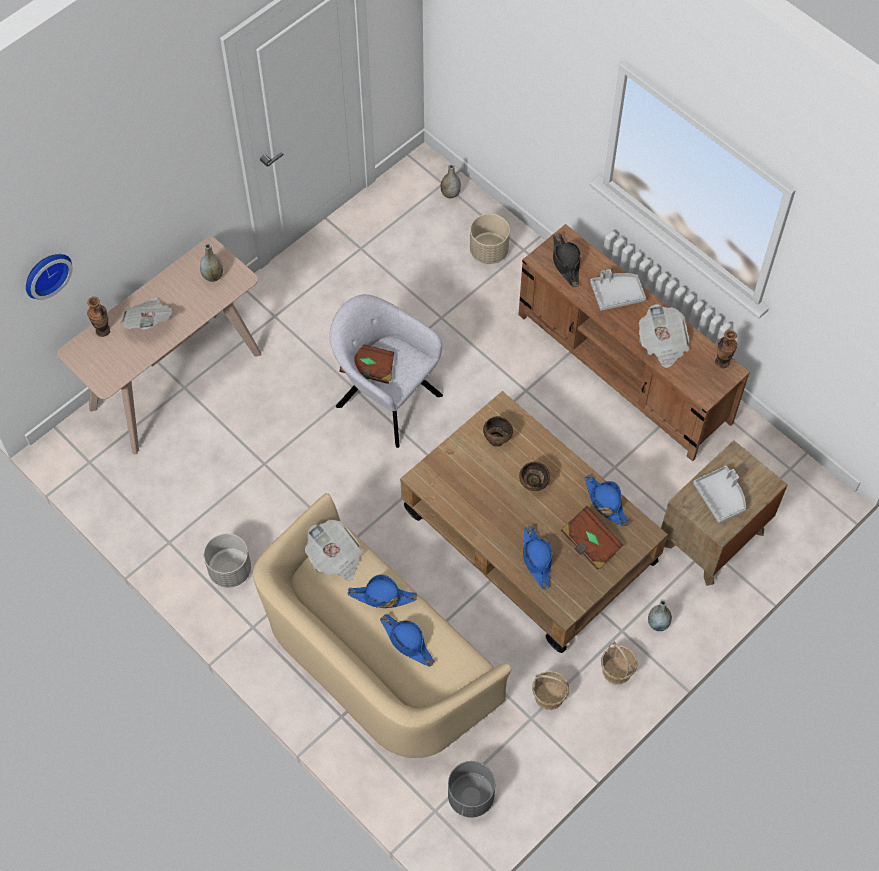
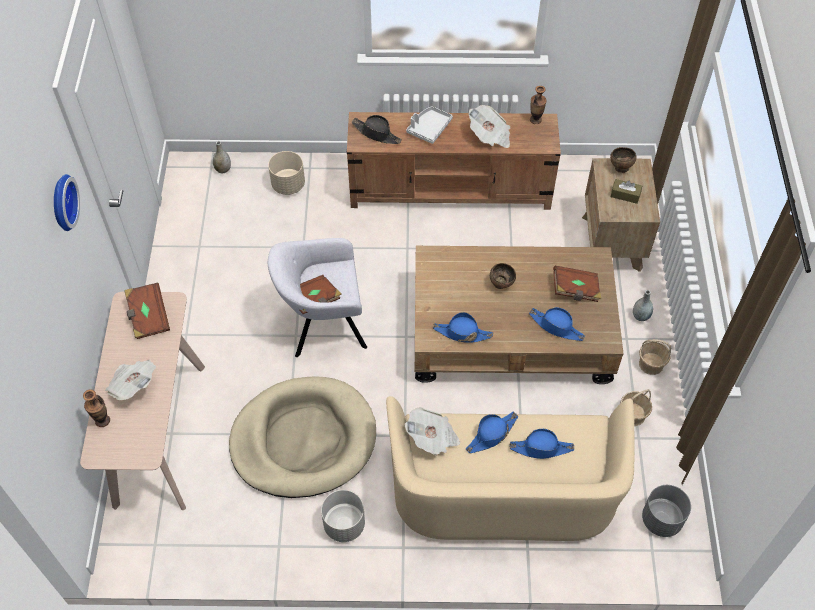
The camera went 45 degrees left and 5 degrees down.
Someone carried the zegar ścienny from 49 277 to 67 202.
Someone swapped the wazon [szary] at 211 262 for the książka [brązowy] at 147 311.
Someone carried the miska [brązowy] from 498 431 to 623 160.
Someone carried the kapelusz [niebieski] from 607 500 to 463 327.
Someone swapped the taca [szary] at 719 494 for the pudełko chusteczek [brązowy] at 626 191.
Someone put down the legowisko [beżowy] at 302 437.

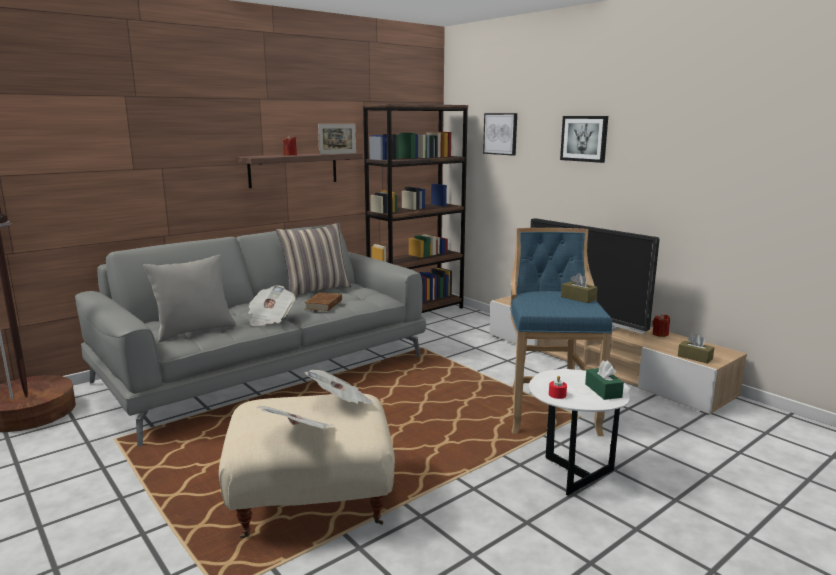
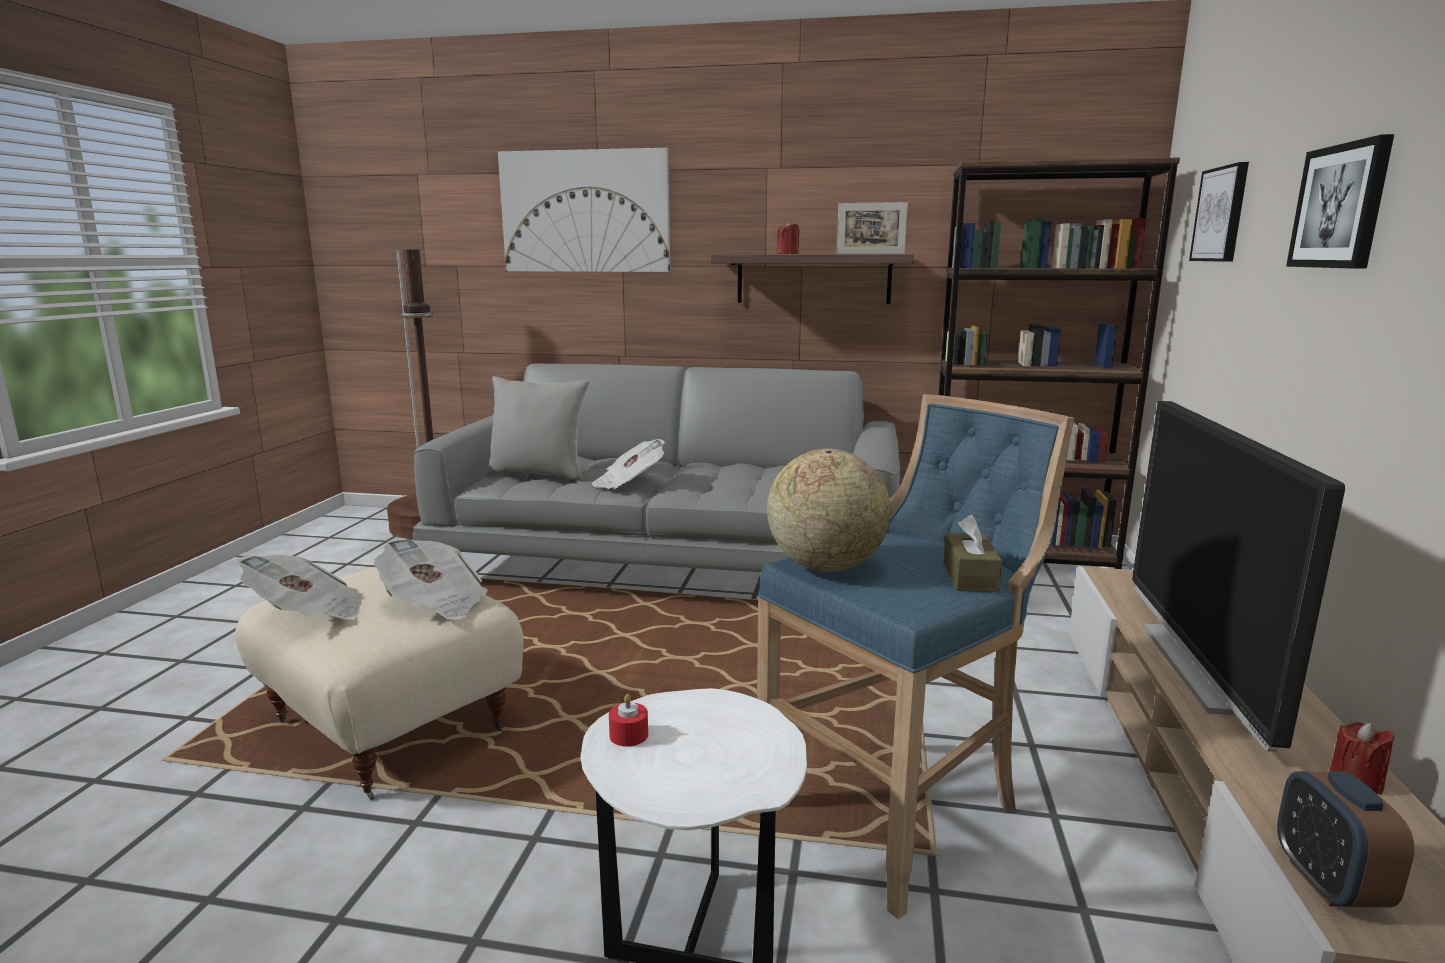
The camera went 50 degrees right and 0 degrees up.
Someone took away the poduszka at 313 259.
Someone took away the książka [brązowy] at 323 301.
Someone took away the pudełko chusteczek [zielony] at 604 380.
Someone swapped the pudełko chusteczek [brązowy] at 696 349 for the budzik at 1345 839.
Someone put up the obraz at 584 210.
Someone put down the globus at 829 510.

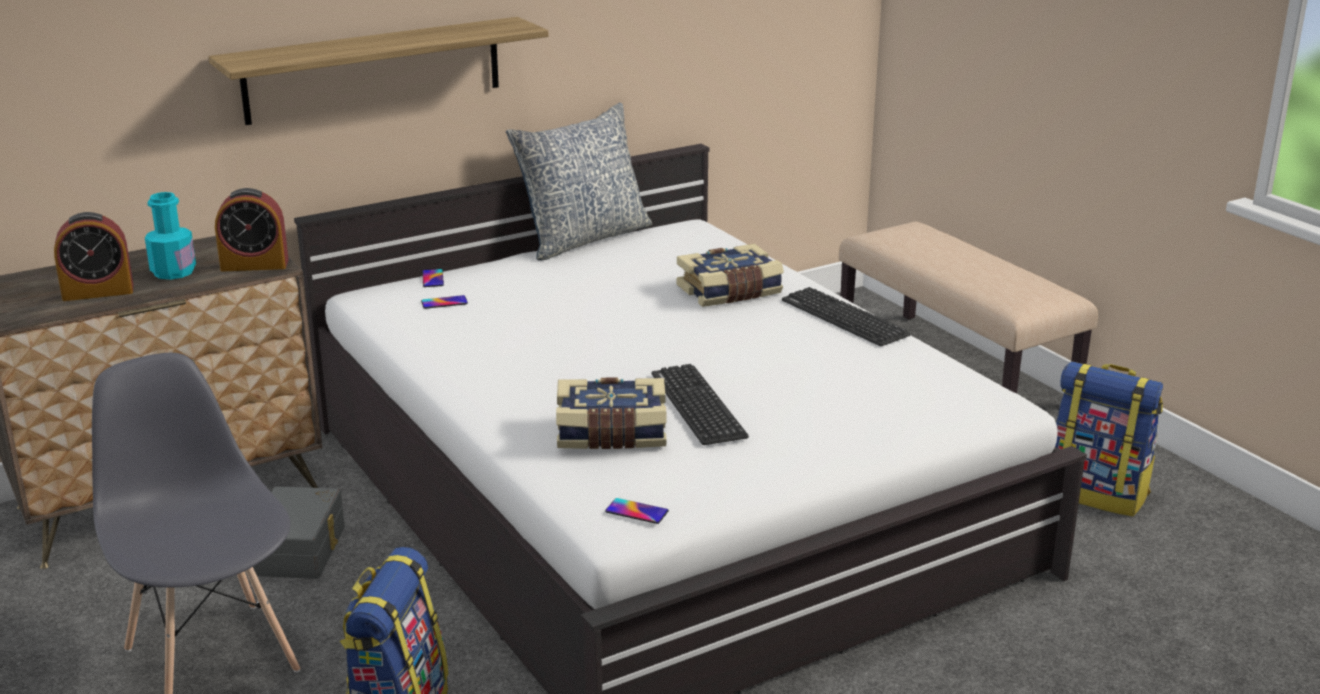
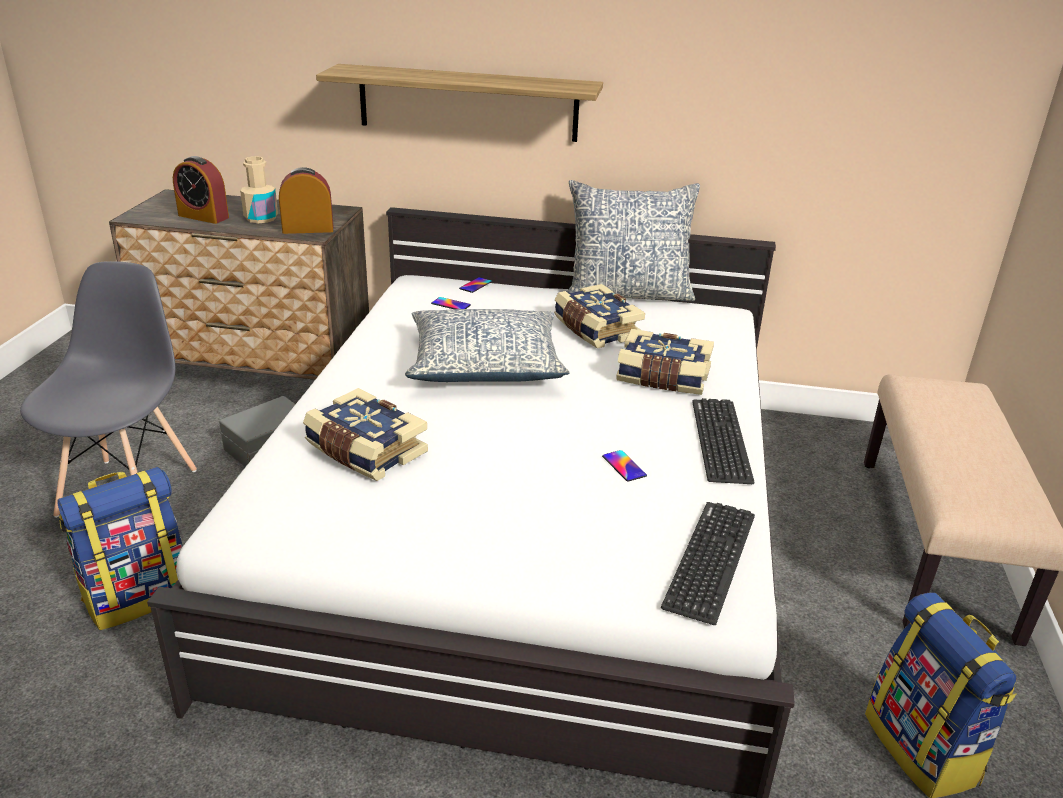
The camera went 40 degrees right and 5 degrees up.
Someone repainted the butelka [turkusowy] at 170 236, which became the butelka [beżowy] at 259 189.
Someone rotated the budzik at 252 230 by 135 degrees clockwise.
Someone carried the telefon from 637 511 to 624 466.
Someone carried the klawiatura from 700 404 to 708 563.
Someone put down the poduszka at 487 345.
Someone put down the książka at 599 316.

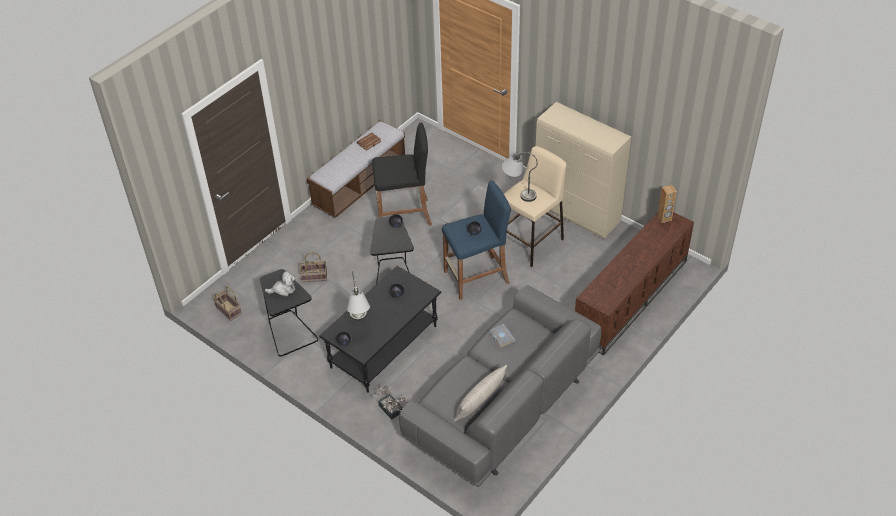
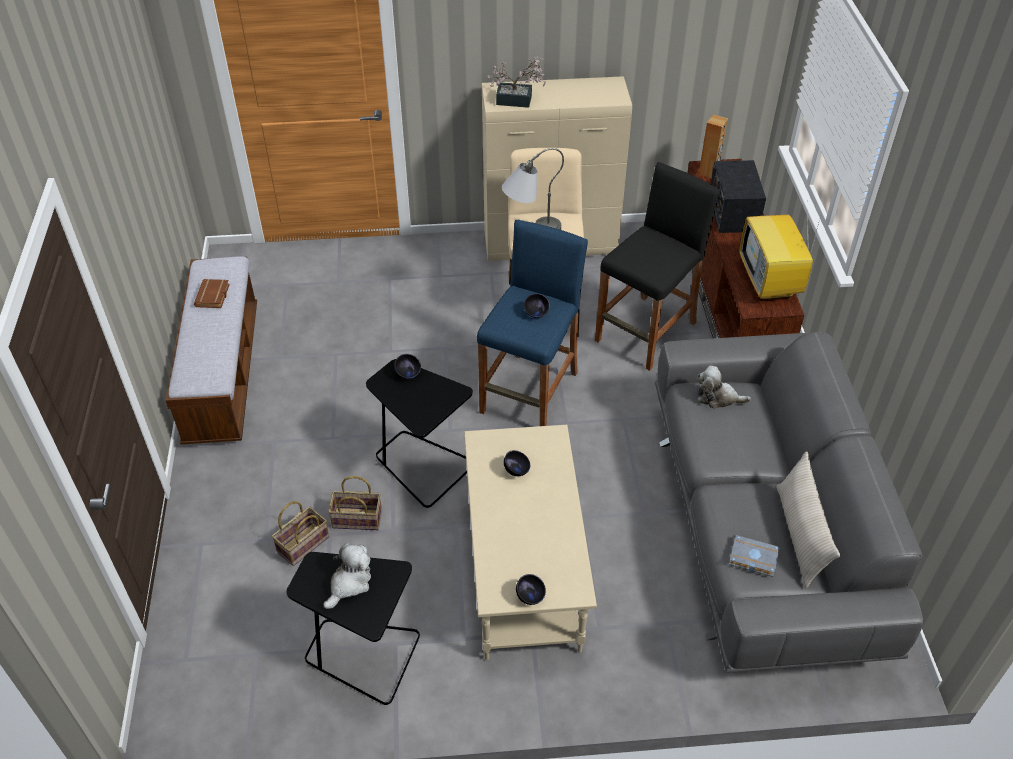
The camera went 45 degrees left and 0 degrees up.
Someone carried the koszyk from 227 303 to 355 503.
Someone repainted the ława [czarny] at 380 329, which became the ława [beżowy] at 530 542.
Someone took away the lampa stołowa [szary] at 358 296.
Someone carried the stołek [czarny] from 402 174 to 657 266.
Someone carried the roślina doniczkowa from 391 402 to 517 82.
Someone carried the książka [szary] from 502 336 to 754 556.
Someone put down the pluszak at 724 387.
Someone put down the radio at 738 196.
Someone put down the telewizor at 779 256.

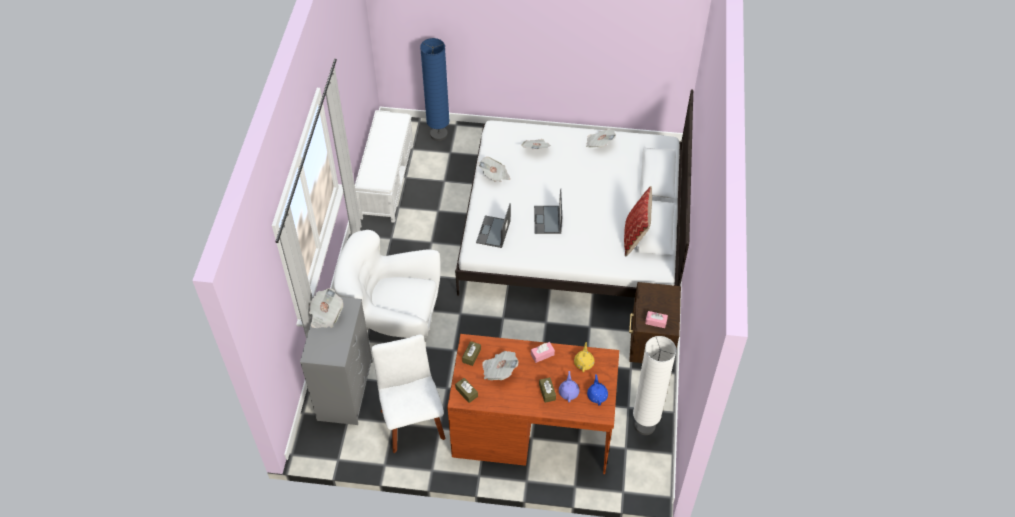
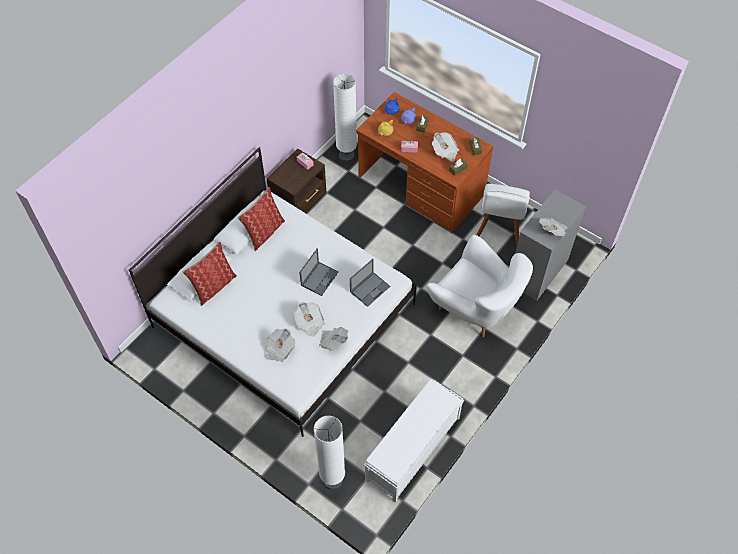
The camera went 150 degrees left and 5 degrees up.
Someone repainted the lampa stojąca [niebieski] at 435 89, which became the lampa stojąca [biały] at 329 453.
Someone carried the gazeta from 601 138 to 309 319.
Someone put down the poduszka at 210 274.

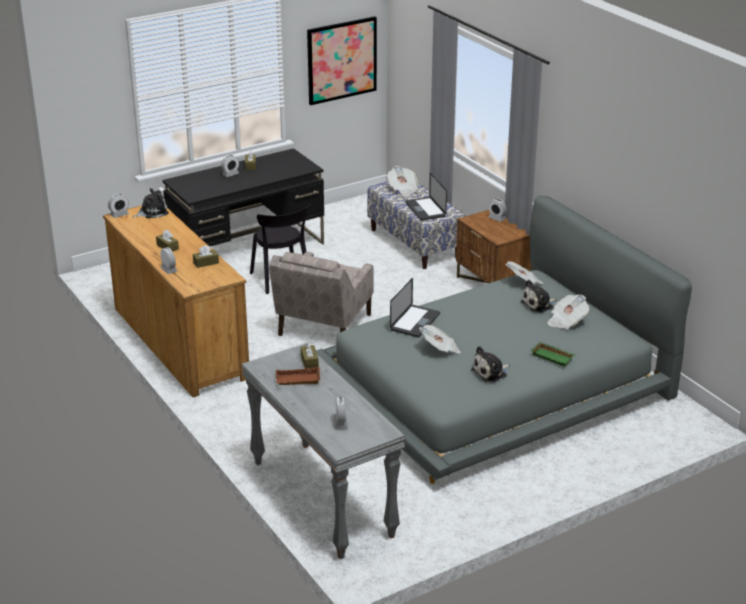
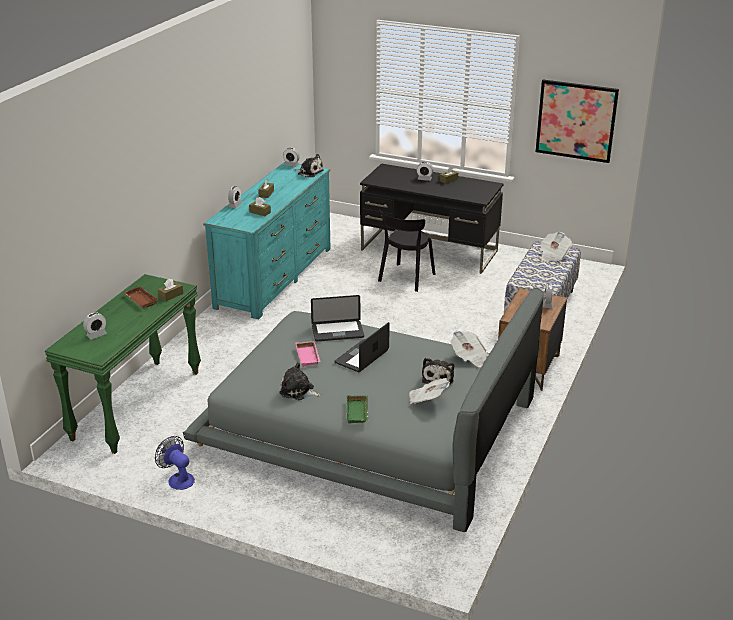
The camera went 55 degrees right and 0 degrees up.
Someone repainted the komoda [brązowy] at 176 301, which became the komoda [turkusowy] at 266 240.
Someone repainted the stolik konsolowy [szary] at 323 451, which became the stolik konsolowy [zielony] at 123 364.
Someone took away the fotel [beżowy] at 321 294.
Someone carried the laptop from 426 197 to 362 347.
Someone swapped the gazeta at 440 339 for the taca [różowy] at 307 354.
Someone rotated the pluszak at 538 296 by 105 degrees counterclockwise.
Someone put down the wentylator at 175 463.

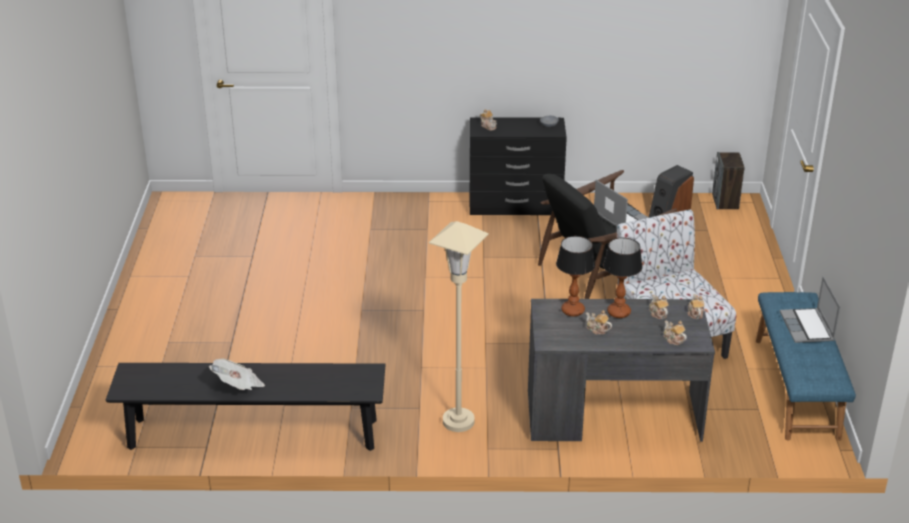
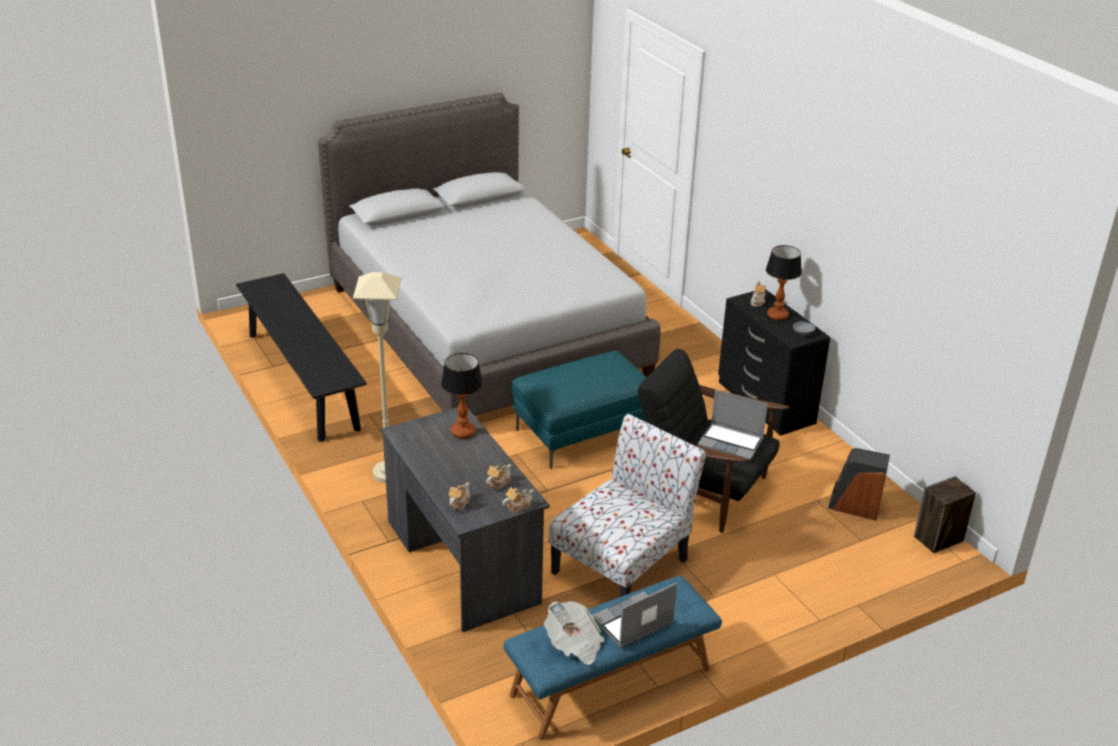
The camera went 60 degrees right and 0 degrees up.
Someone carried the gazeta from 237 374 to 574 633.
Someone took away the imbryk at 599 322.
Someone rotated the laptop at 621 203 by 90 degrees clockwise.
Someone carried the lampa stołowa from 622 277 to 784 282.
Someone put down the łóżko [szary] at 489 254.
Someone put down the pufa [turkusowy] at 579 409.

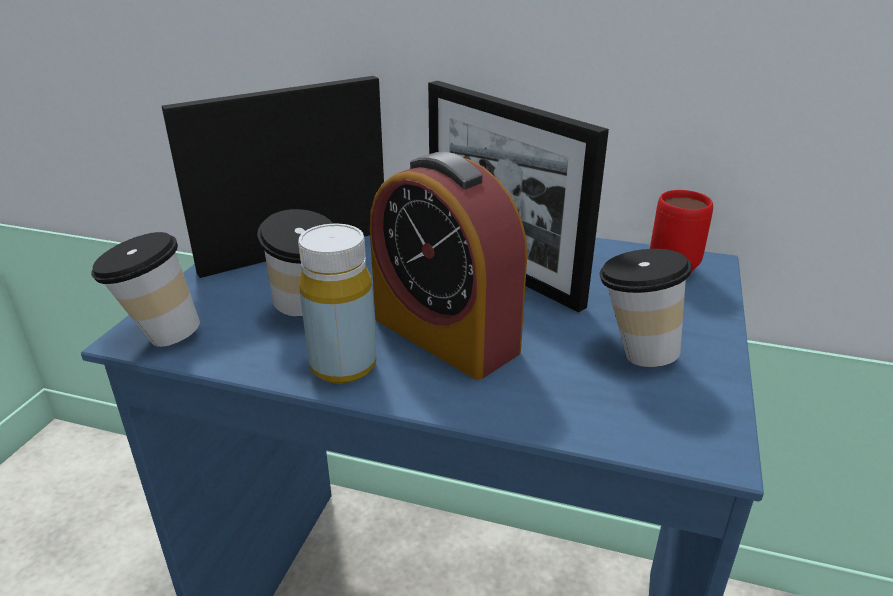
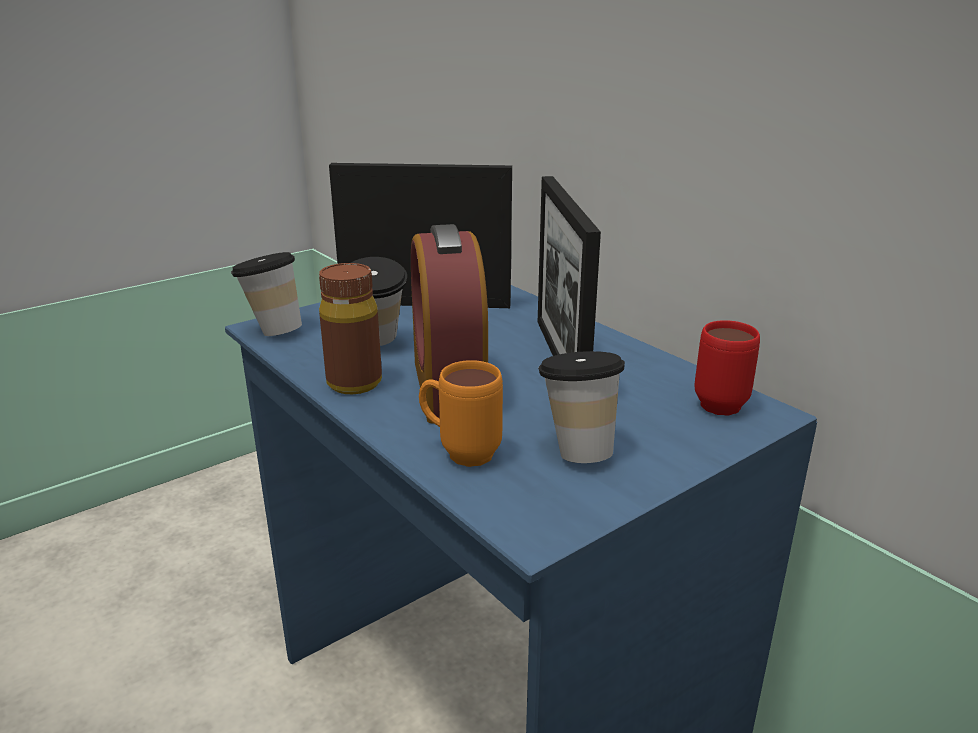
The camera went 35 degrees right and 5 degrees down.
Someone repainted the butelka [żółty] at 337 304, which became the butelka [brązowy] at 350 328.
Someone put down the kubek [pomarańczowy] at 461 413.

